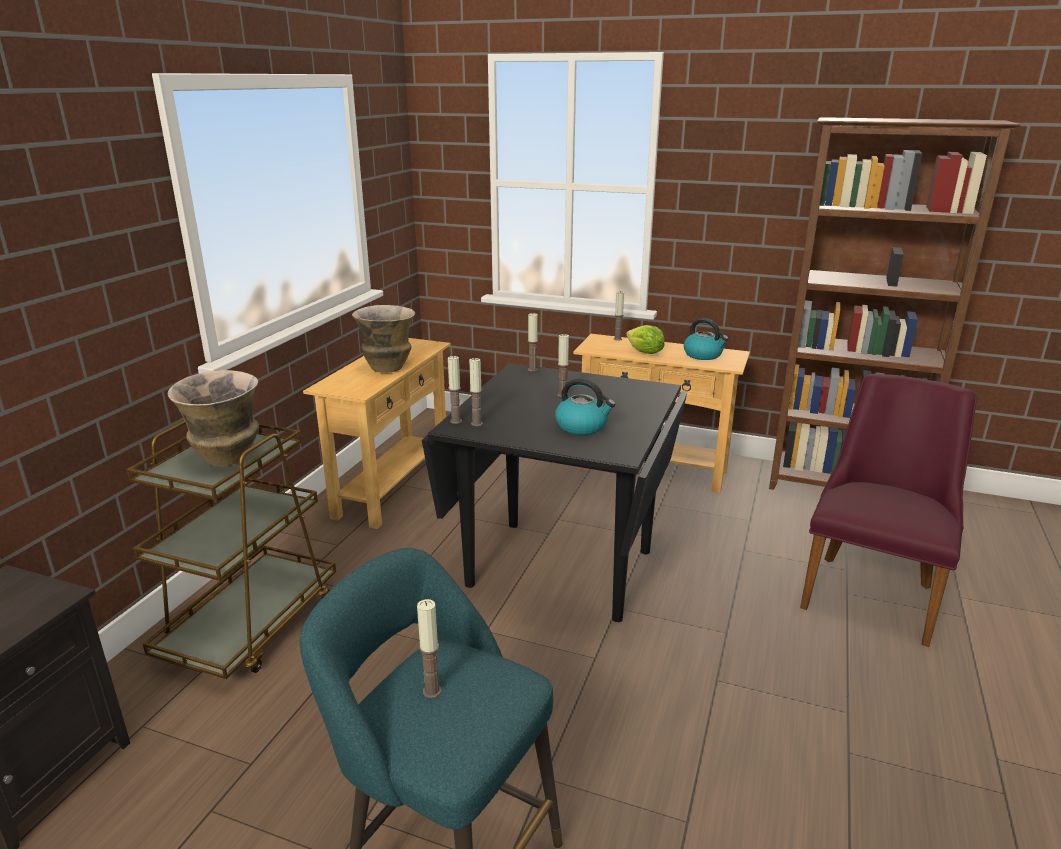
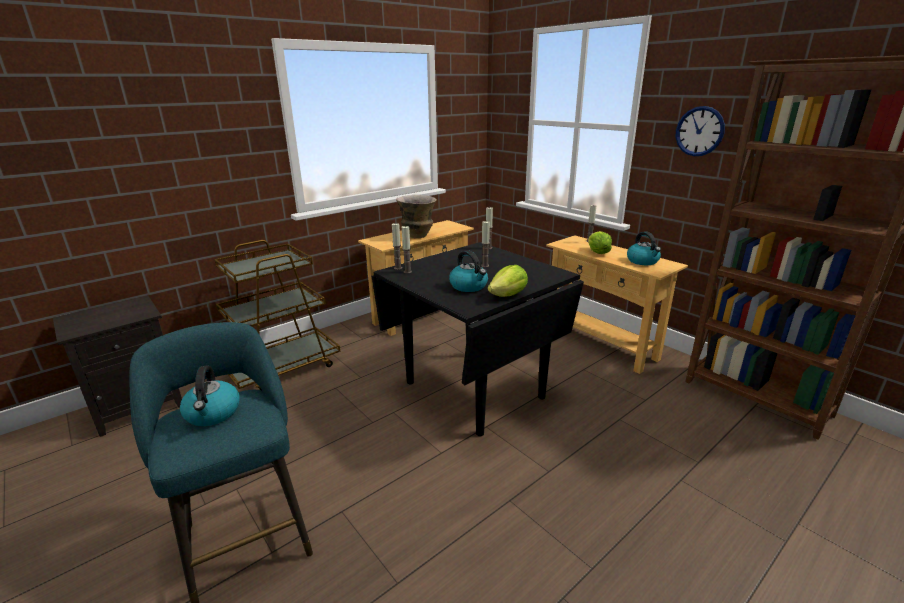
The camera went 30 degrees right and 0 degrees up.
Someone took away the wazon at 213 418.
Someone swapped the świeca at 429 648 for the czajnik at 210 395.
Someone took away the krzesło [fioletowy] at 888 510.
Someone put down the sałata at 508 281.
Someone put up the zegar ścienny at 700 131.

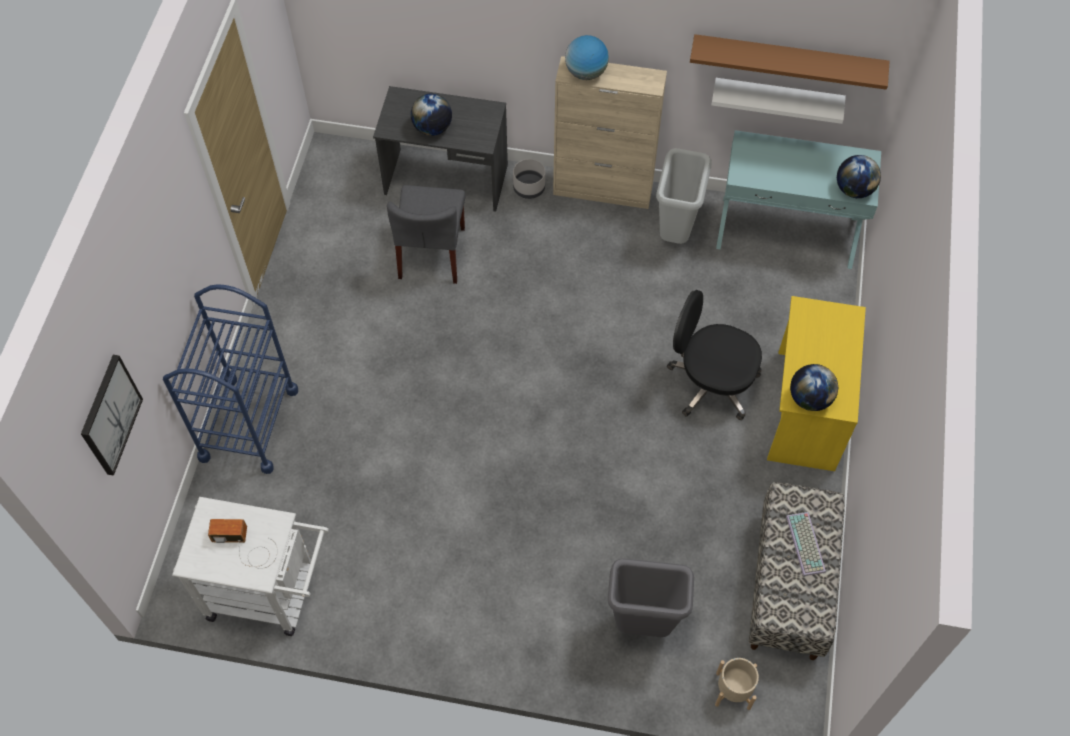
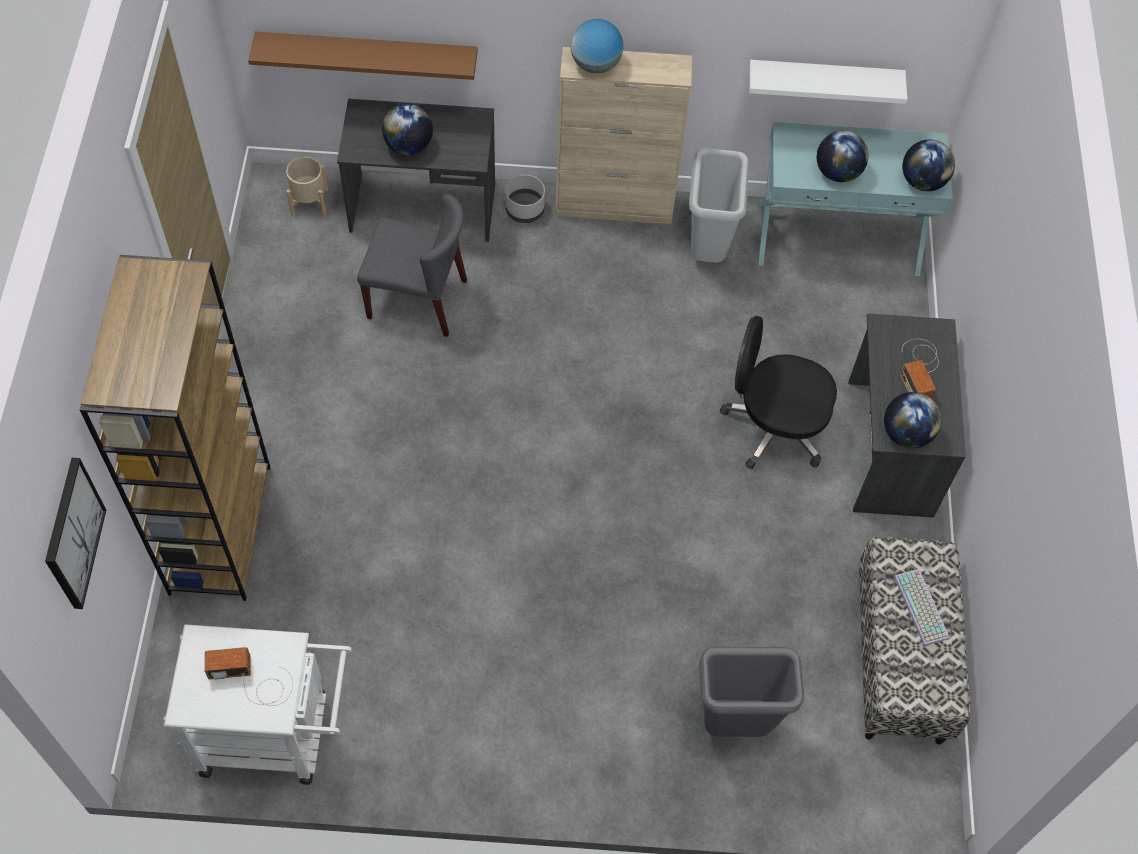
The camera went 10 degrees left and 0 degrees up.
Someone swapped the wózek [niebieski] at 230 379 for the regał [brązowy] at 175 428.
Someone rotated the krzesło [szary] at 426 234 by 75 degrees counterclockwise.
Someone carried the półka [brązowy] from 790 62 to 363 56.
Someone carried the donica [beżowy] from 737 684 to 307 186.
Someone repainted the biurko [żółty] at 816 383, which became the biurko [szary] at 907 415.
Someone put down the globus at 842 156.
Someone put down the radio at 919 369.

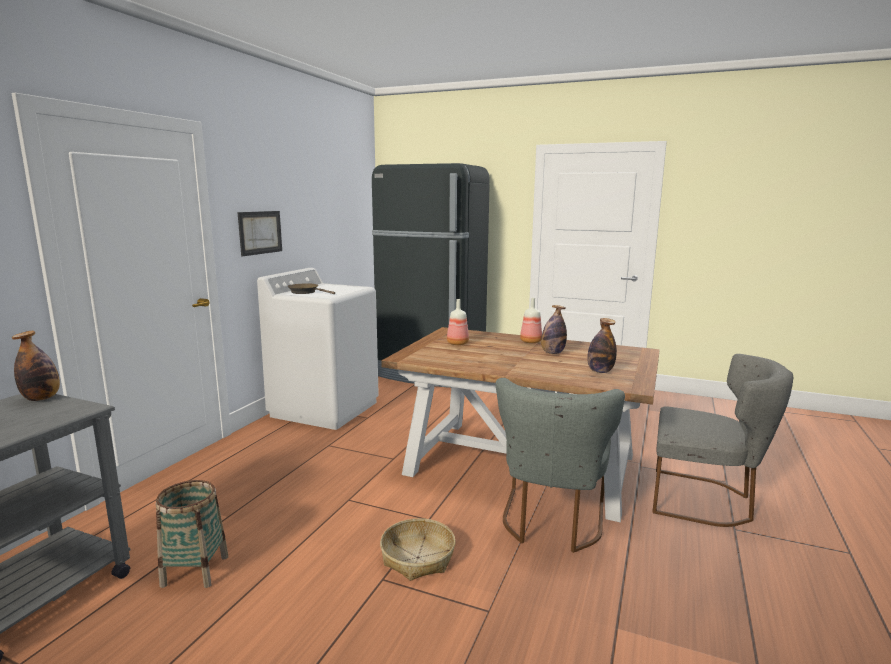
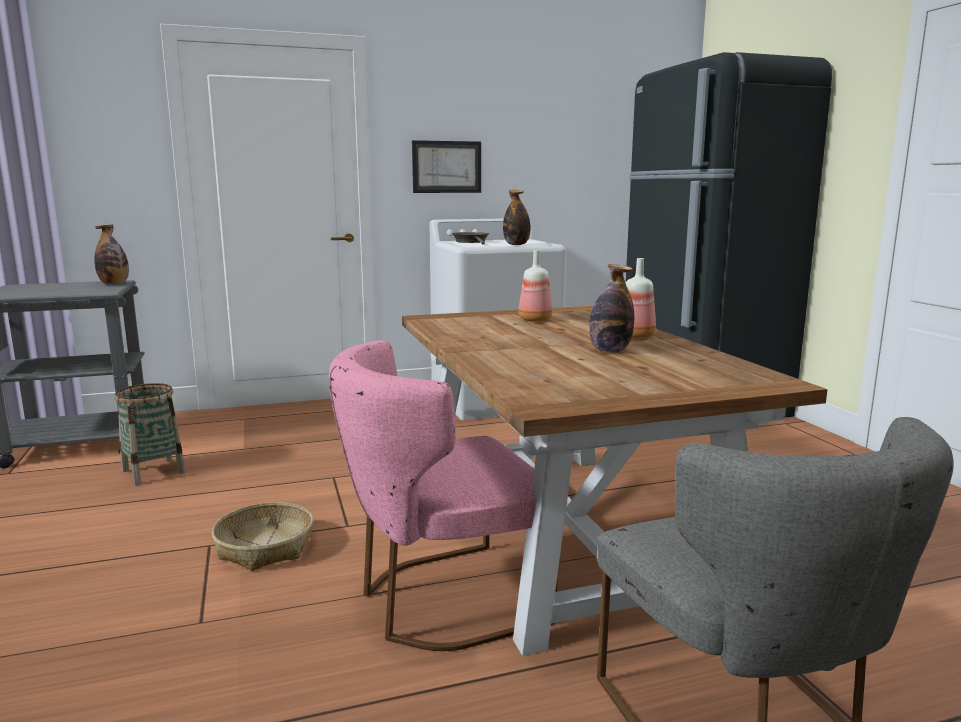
The camera went 50 degrees right and 0 degrees up.
Someone repainted the krzesło [szary] at 560 465, which became the krzesło [różowy] at 443 496.
Someone carried the butelka from 602 345 to 516 217.

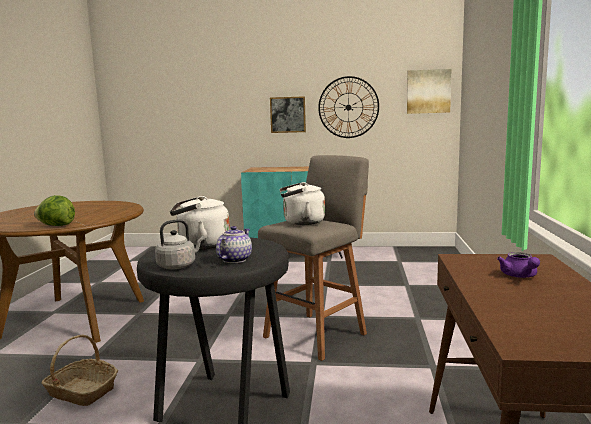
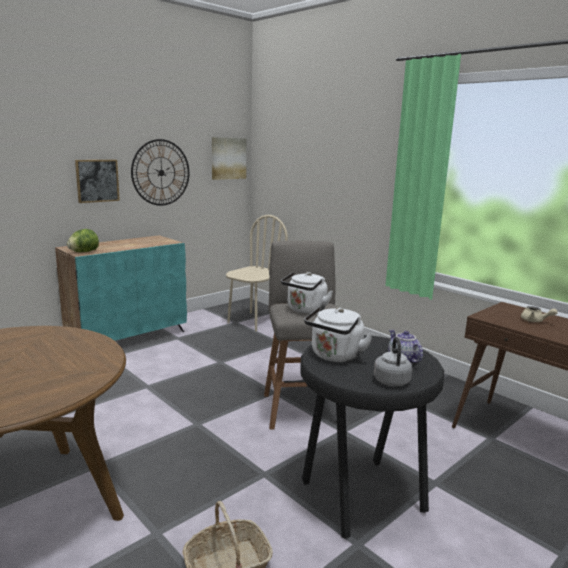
The camera went 50 degrees left and 5 degrees up.
Someone carried the sałata from 54 210 to 83 240.
Someone repainted the imbryk [fioletowy] at 518 265, which became the imbryk [beżowy] at 539 314.
Someone put down the krzesło [beżowy] at 257 273.

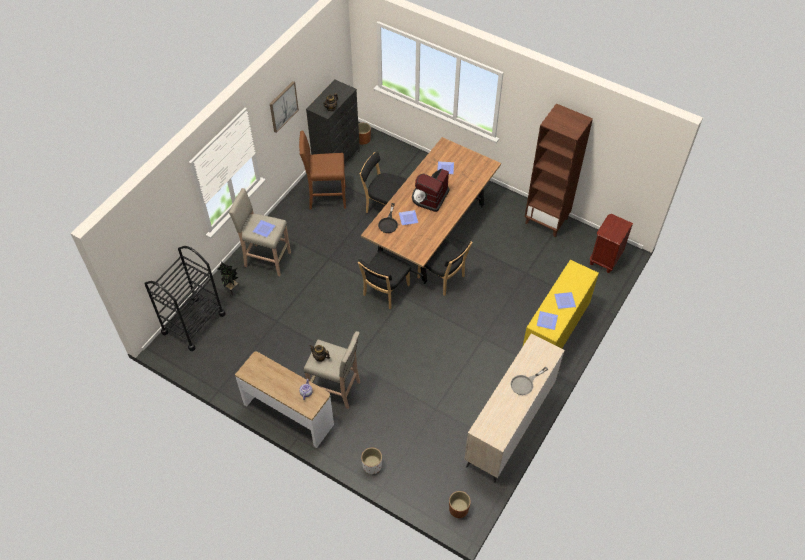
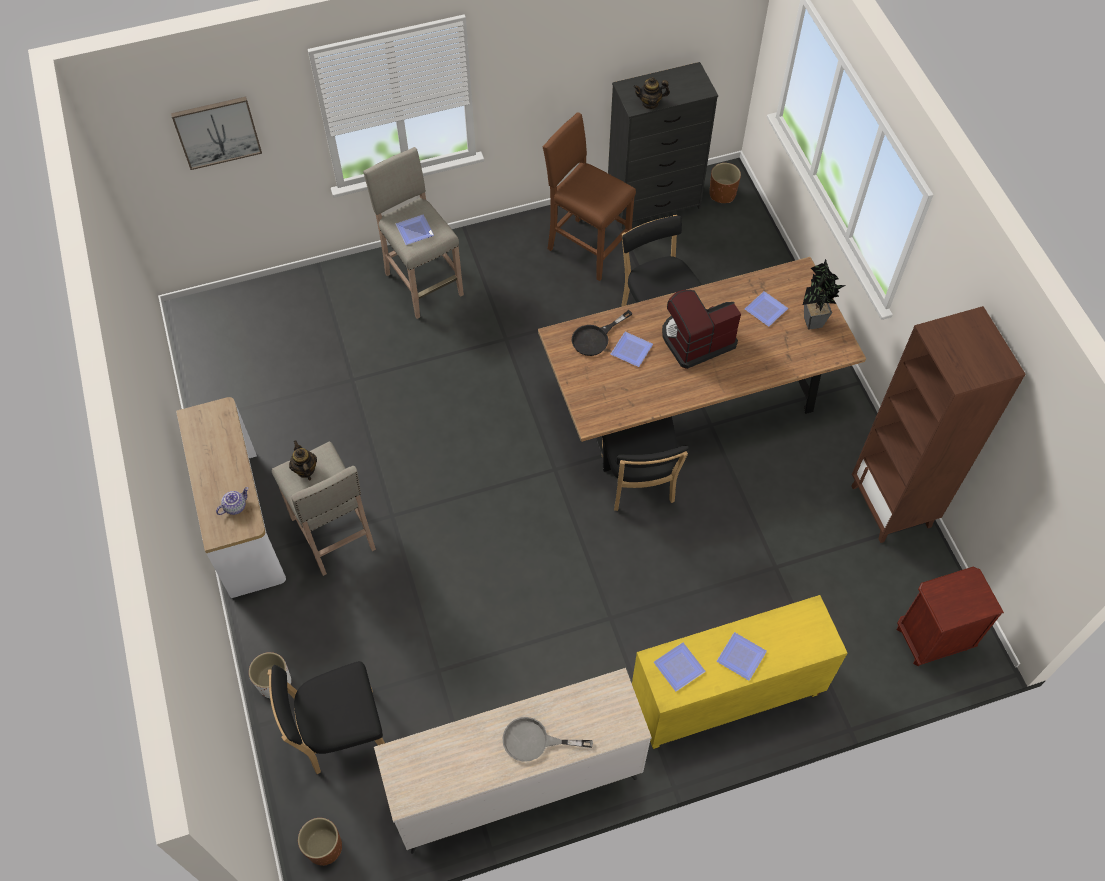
The camera went 40 degrees right and 5 degrees up.
Someone took away the wózek [czarny] at 185 298.
Someone carried the roślina doniczkowa from 228 279 to 824 294.
Someone carried the obraz from 284 107 to 216 133.
Someone carried the krzesło [czarny] from 384 279 to 326 717.

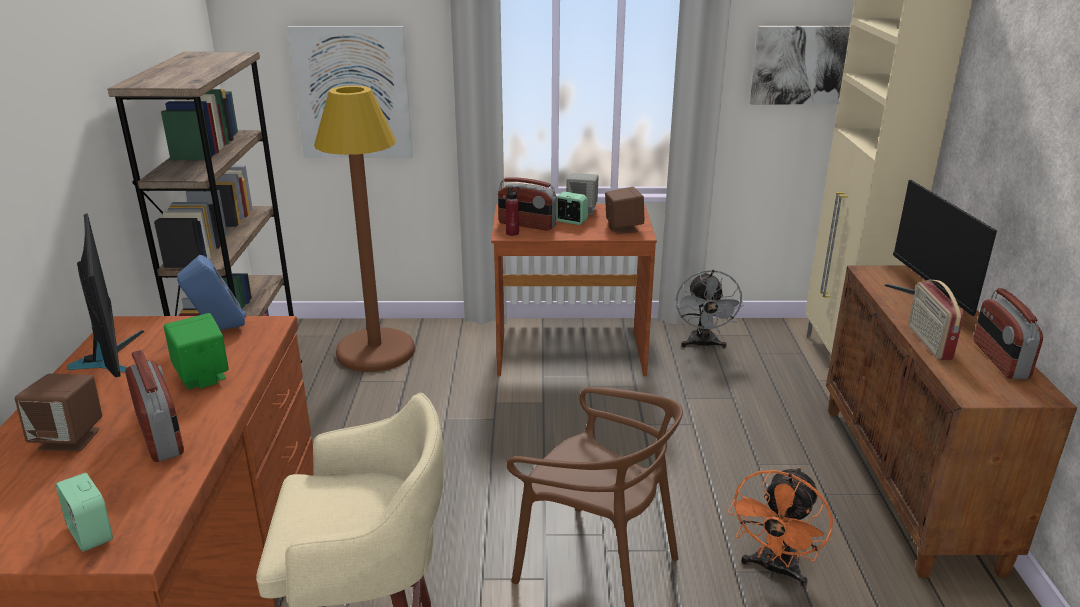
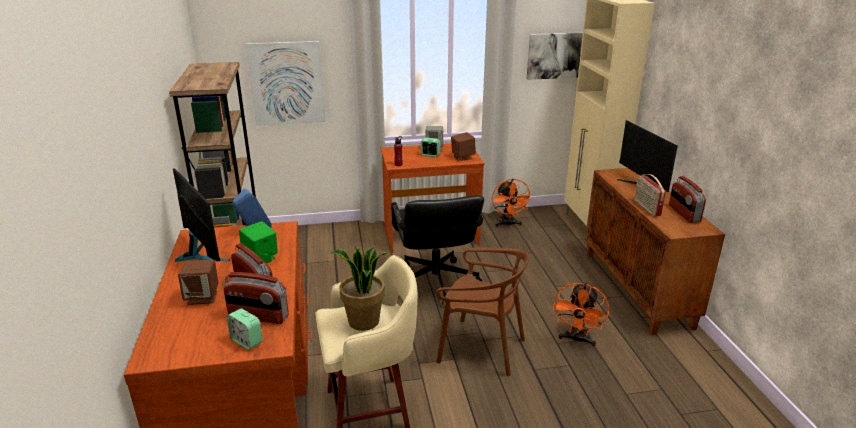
The camera went 10 degrees left and 0 degrees up.
Someone took away the lampa stojąca [brązowy] at 364 229.
Someone carried the radio from 527 204 to 256 298.
Someone repainted the wentylator [szary] at 710 309, which became the wentylator [pomarańczowy] at 512 203.
Someone put down the roślina doniczkowa at 359 288.
Someone put down the krzesło biurowe [czarny] at 437 250.

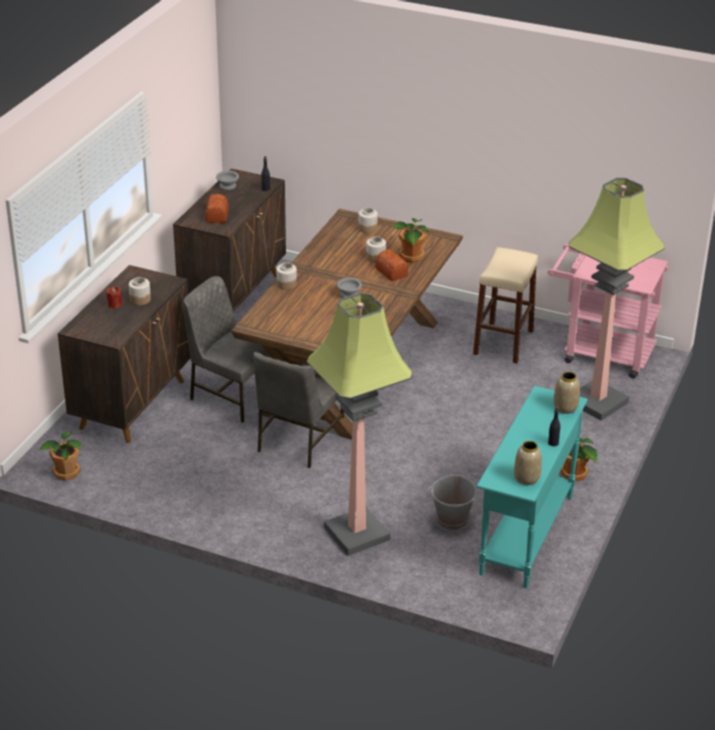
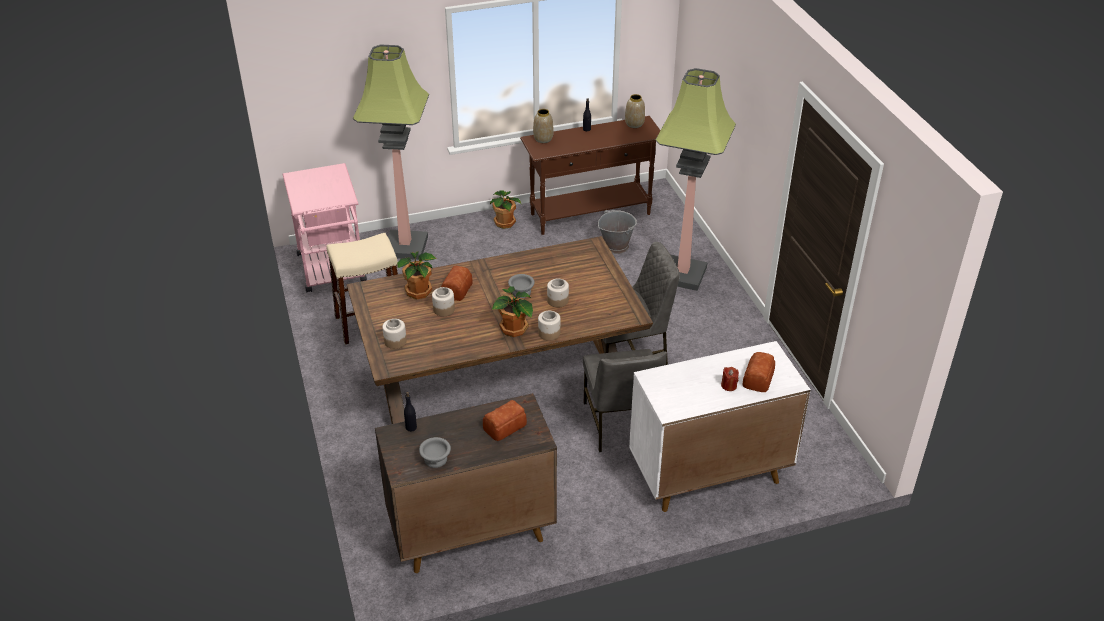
The camera went 130 degrees left and 5 degrees up.
Someone carried the roślina doniczkowa from 60 456 to 512 311.
Someone repainted the szafka [brązowy] at 124 354, which became the szafka [biały] at 720 426.
Someone carried the słoik from 140 291 to 558 292.
Someone repainted the stolik konsolowy [turkusowy] at 532 487, which became the stolik konsolowy [brązowy] at 590 175.
Someone put down the chleb at 759 372.

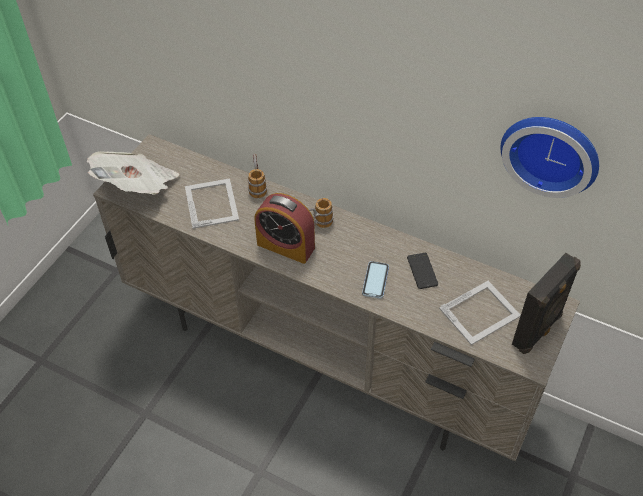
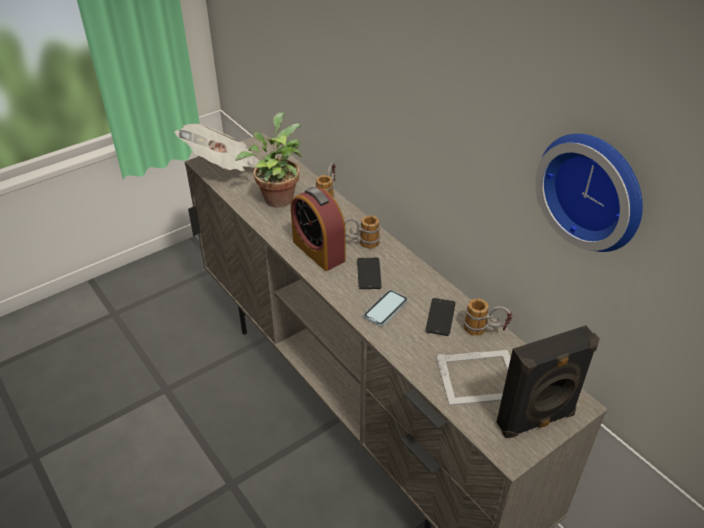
The camera went 25 degrees right and 10 degrees down.
Someone swapped the ramka na zdjęcie at 212 203 for the roślina doniczkowa at 268 160.
Someone put down the telefon at 369 273.
Someone put down the kubek at 487 317.

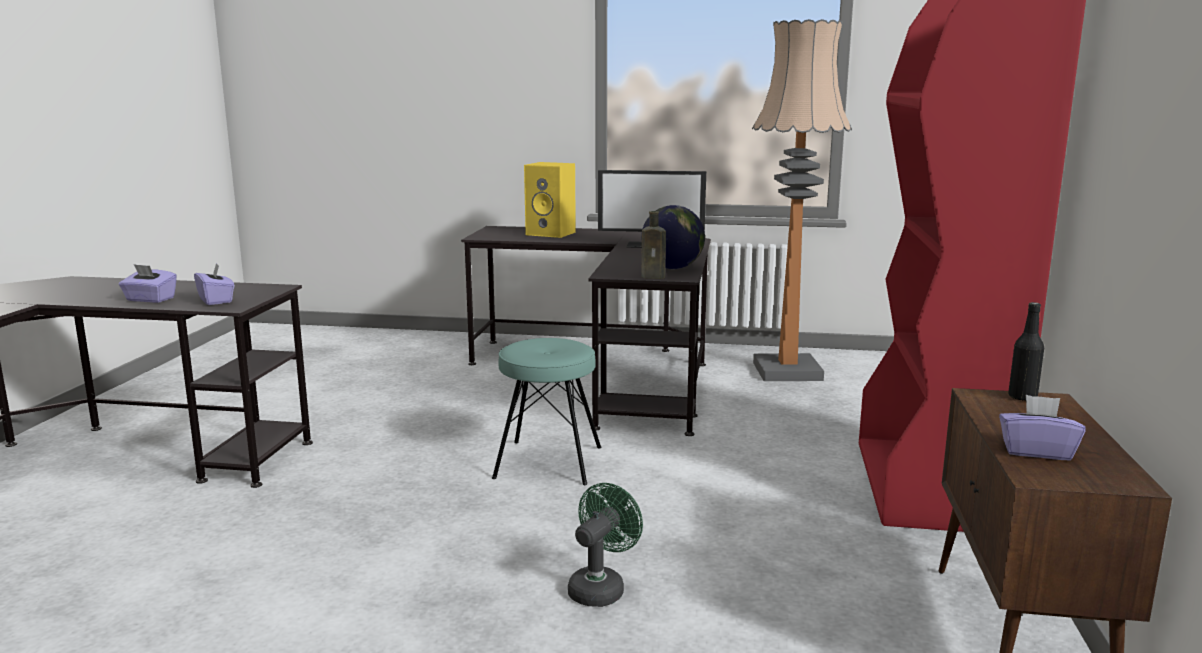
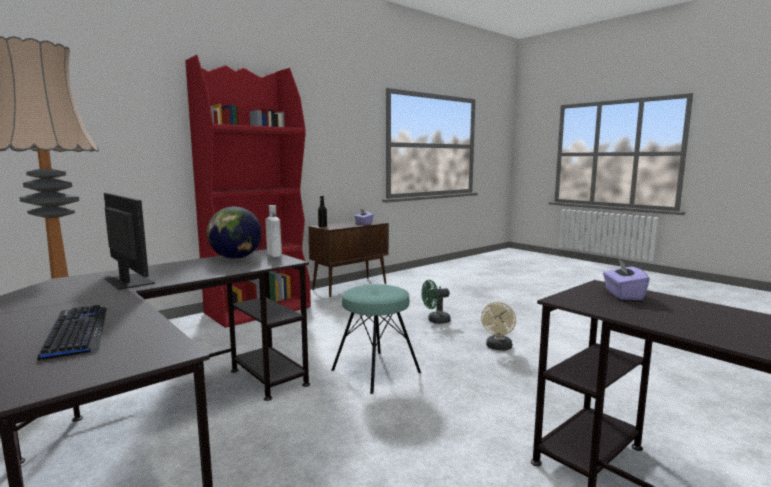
The camera went 140 degrees left and 5 degrees down.
Someone took away the pudełko chusteczek [fioletowy] at 148 283.
Someone swapped the głośnik [żółty] at 550 200 for the klawiatura at 72 333.
Someone repainted the butelka [brązowy] at 654 245, which became the butelka [biały] at 274 231.
Someone put down the wentylator [beżowy] at 498 326.

